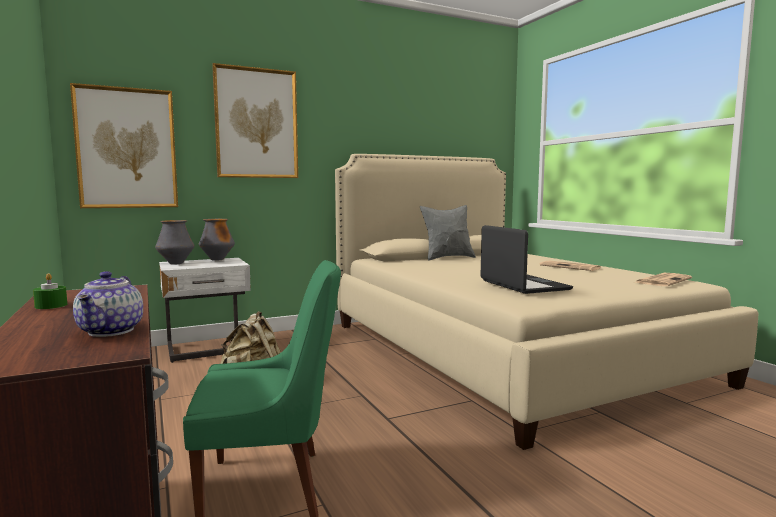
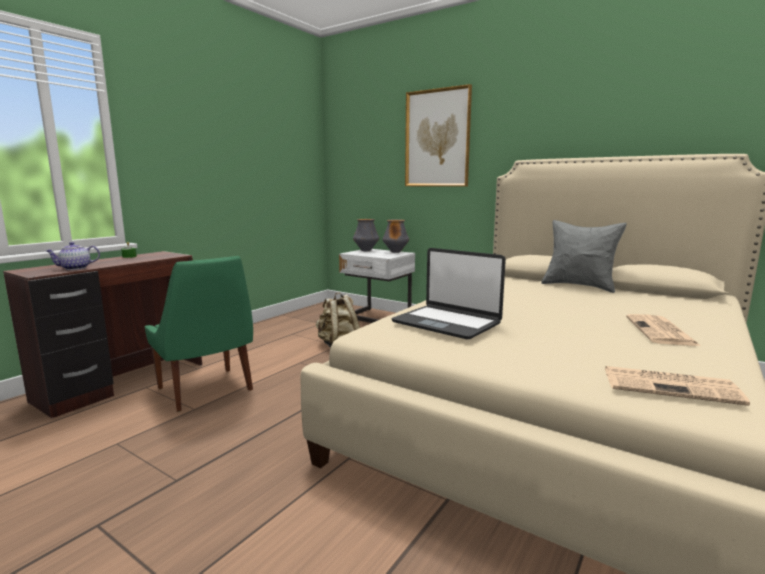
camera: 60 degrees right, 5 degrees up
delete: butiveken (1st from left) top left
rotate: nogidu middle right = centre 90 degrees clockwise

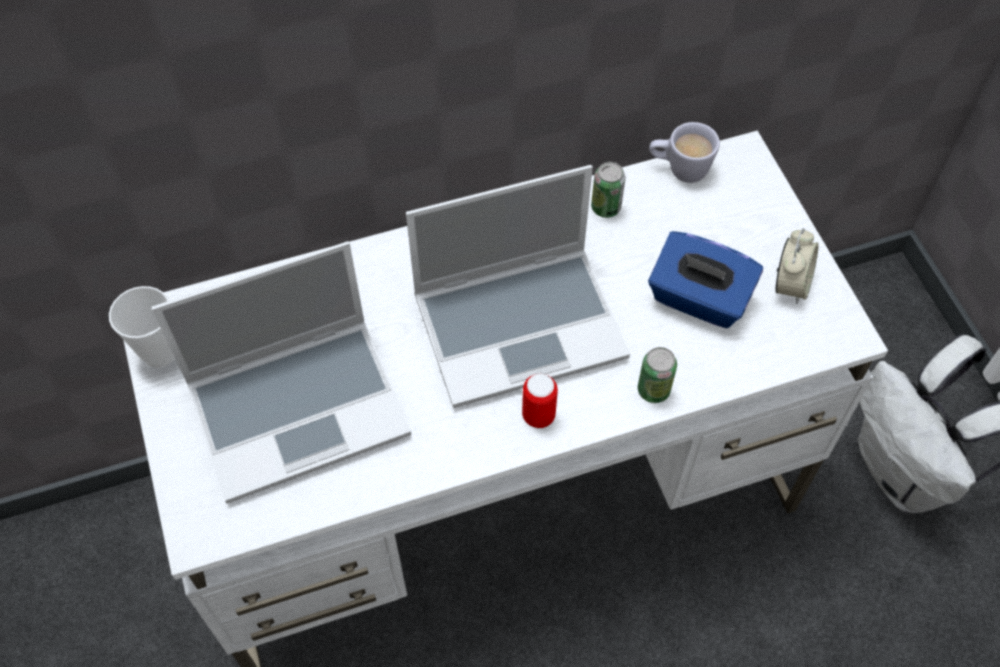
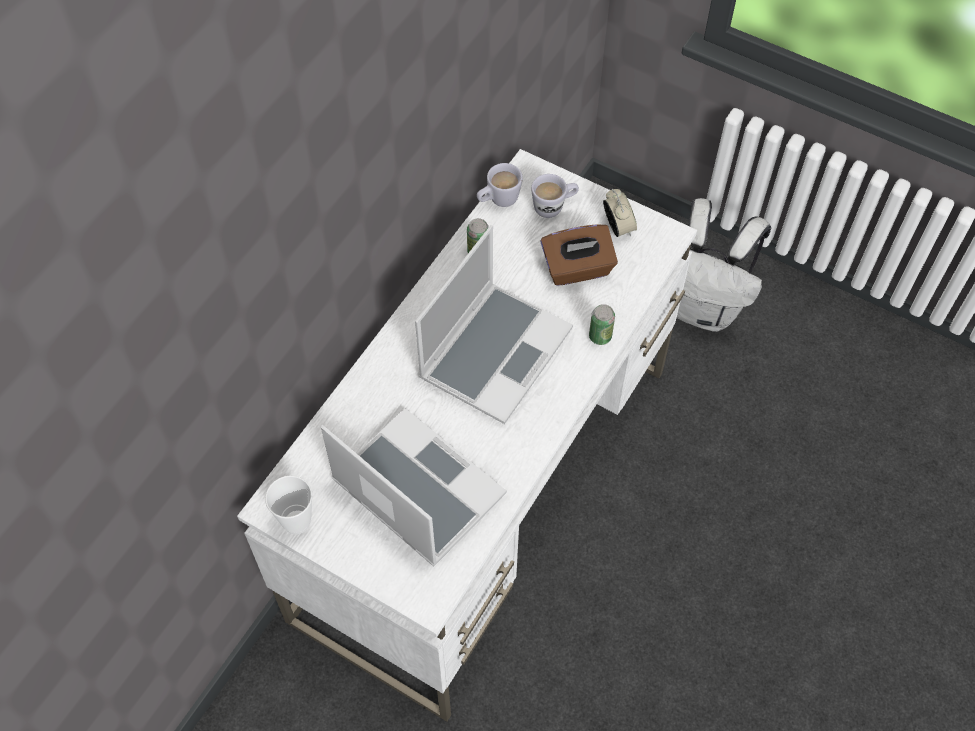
camera: 40 degrees left, 0 degrees up
delete: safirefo (1st from left) centre
insert: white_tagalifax (2nd from left) top centre
recolor: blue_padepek middle right to brown_padepek centre
rotate: nogidu (1st from left) middle left = centre 75 degrees counterclockwise

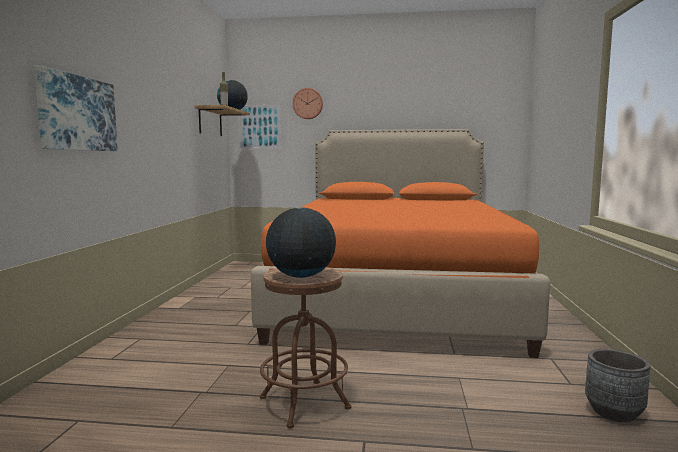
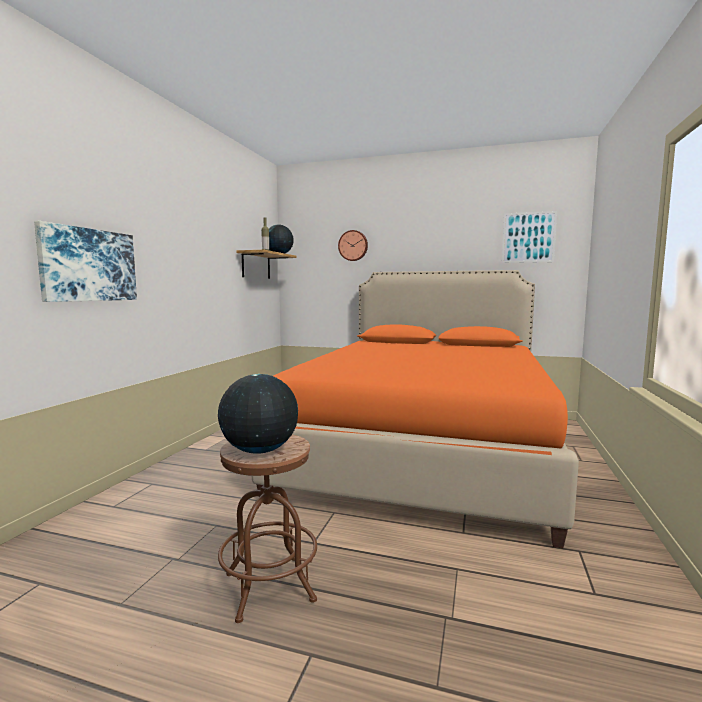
camera: 10 degrees right, 0 degrees up
delete: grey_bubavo bottom right
move: butiveken (2nd from left) top centre to middle right

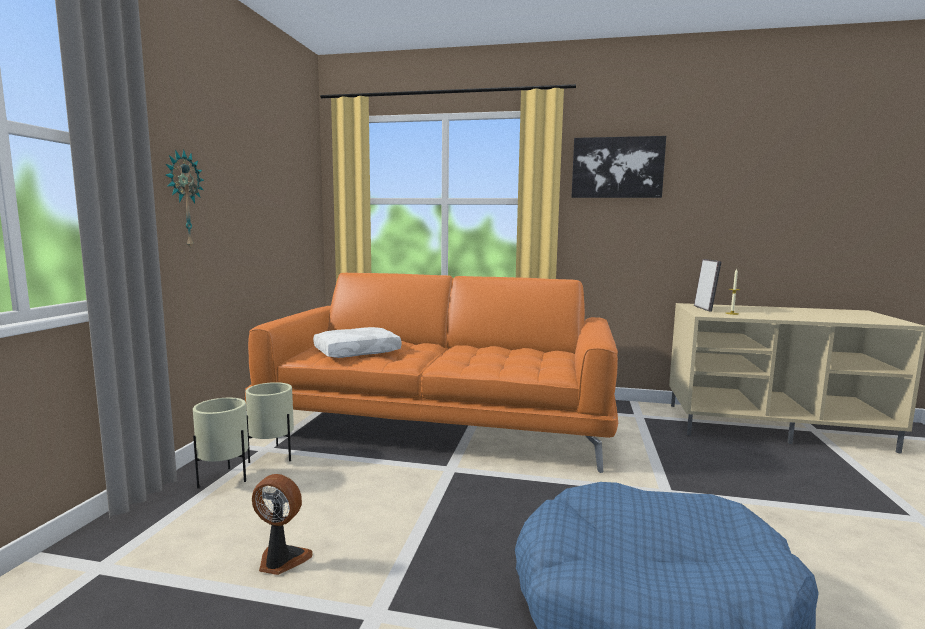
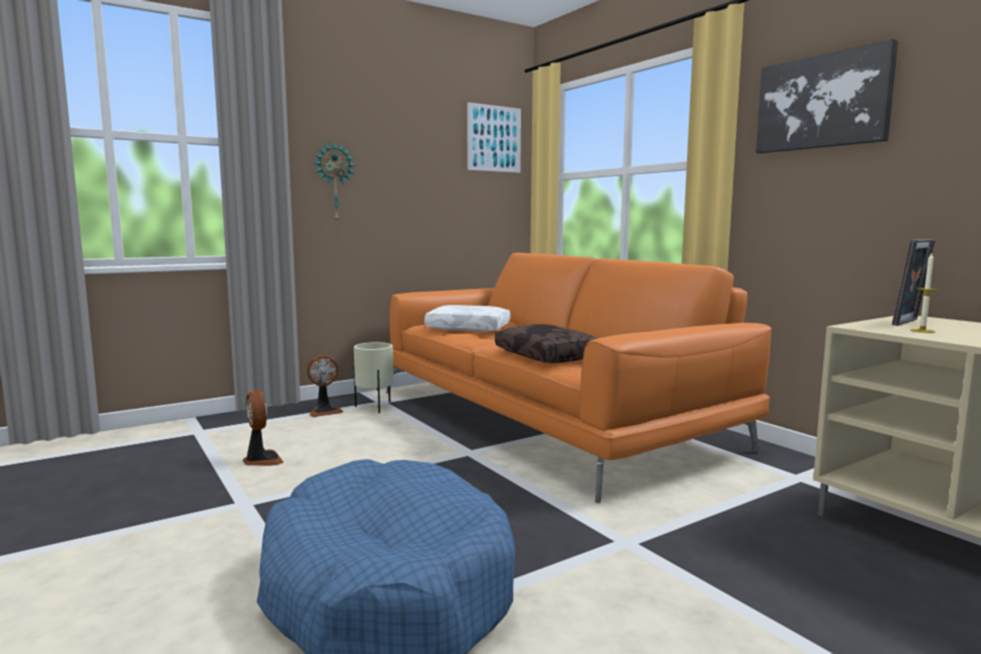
camera: 45 degrees right, 0 degrees up
insert: butiveken (1st from left) top centre; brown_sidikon centre
replace: beige_bubavo (1st from left) bottom left to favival (2nd from left) middle left

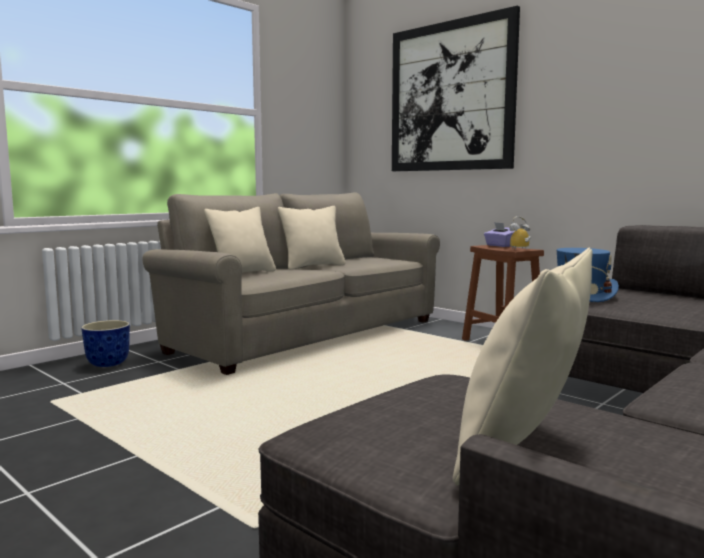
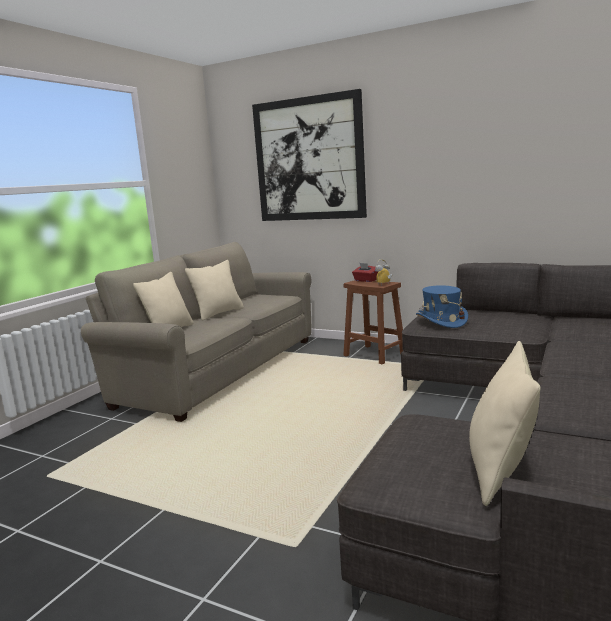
camera: 15 degrees left, 5 degrees up
delete: bubavo middle left
recolor: purple_padepek middle right to red_padepek centre

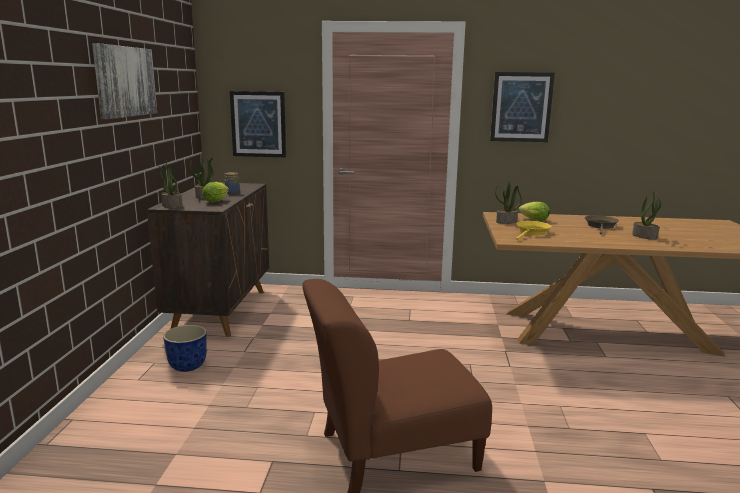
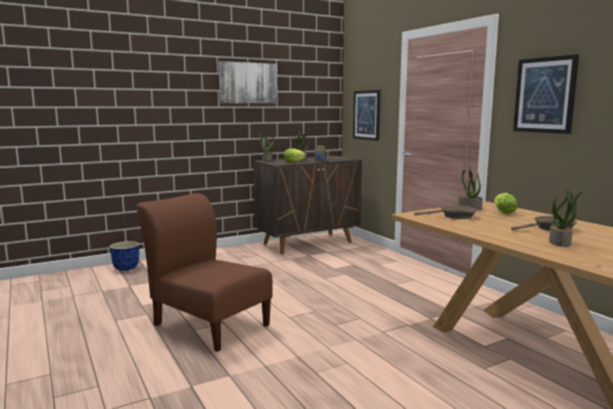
camera: 55 degrees right, 5 degrees down
move: bubavo bottom left to middle left
recolor: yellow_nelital middle right to brown_nelital (1st from left) middle right

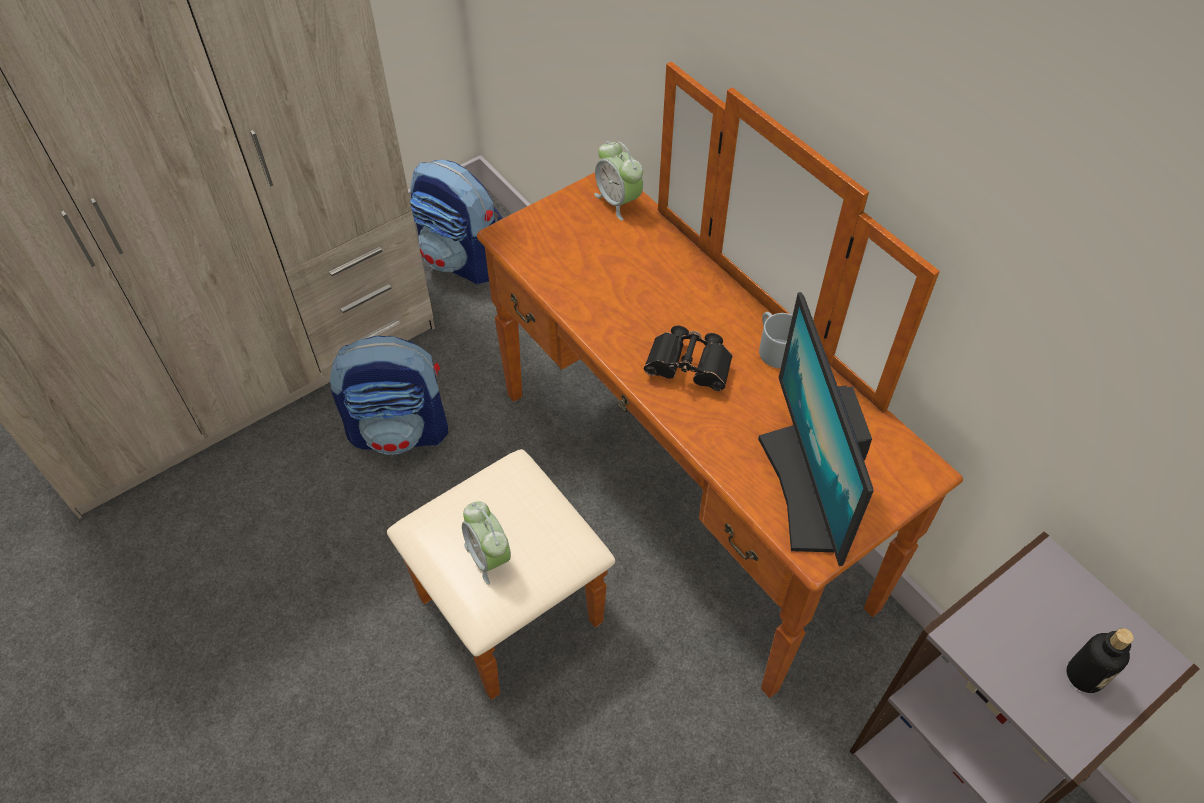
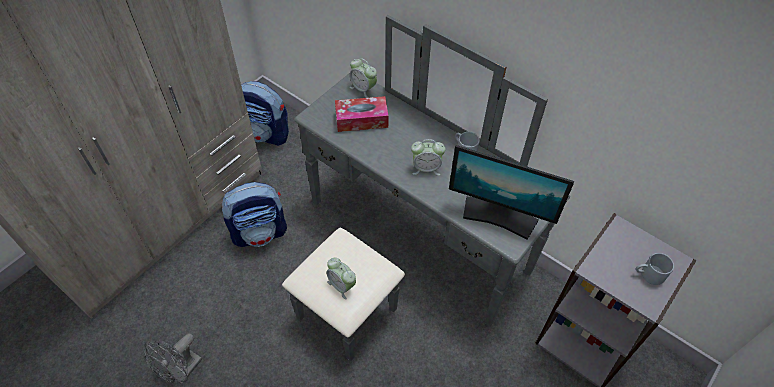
camera: 15 degrees left, 0 degrees up
insert: padepek top centre; grey_favival bottom left
replace: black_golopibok centre to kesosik (3rd from left) centre; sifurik bottom right to grey_tagalifax (2nd from left) bottom right
recolor: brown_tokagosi centre to grey_tokagosi centre
rotate: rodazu middle right = centre 45 degrees counterclockwise

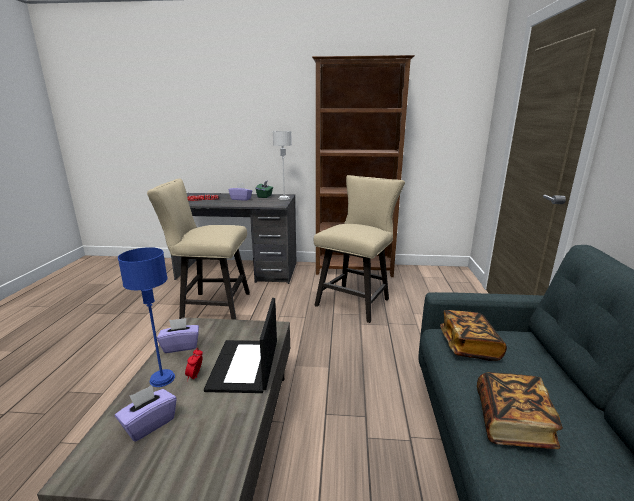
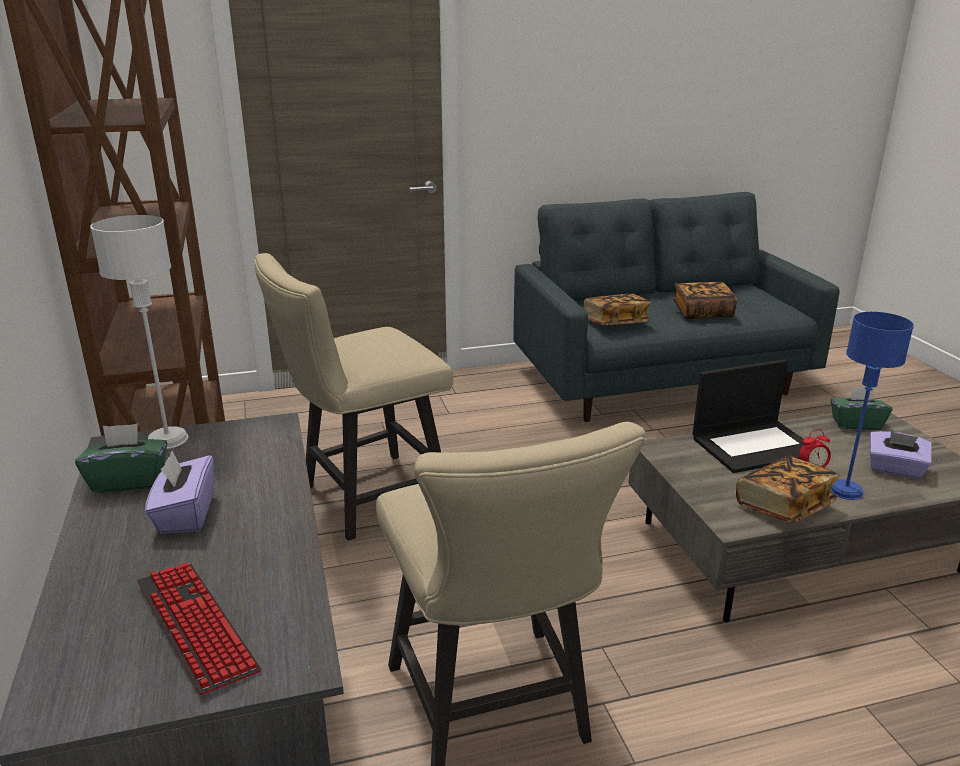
camera: 110 degrees left, 5 degrees up
insert: green_padepek (2nd from left) middle right
replace: purple_padepek (2nd from left) bottom left to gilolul (3rd from left) middle right
rotate: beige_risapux (2nd from left in the first image) centre = centre 45 degrees counterclockwise

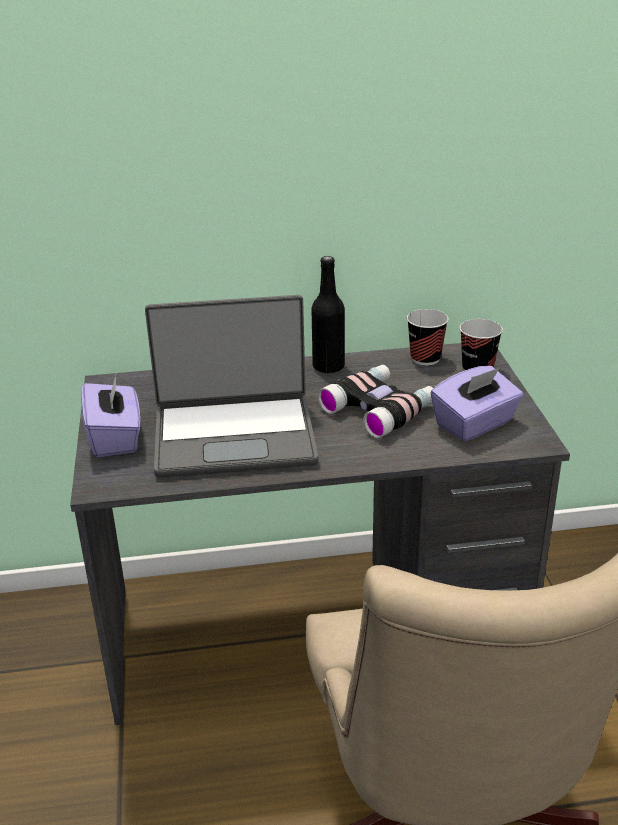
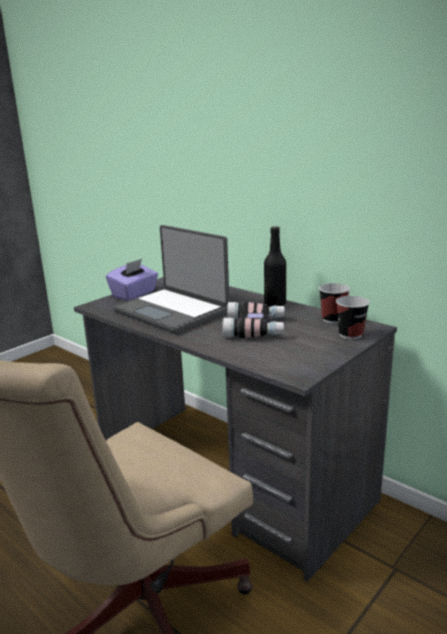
camera: 50 degrees right, 10 degrees down
delete: purple_padepek (2nd from left) middle right

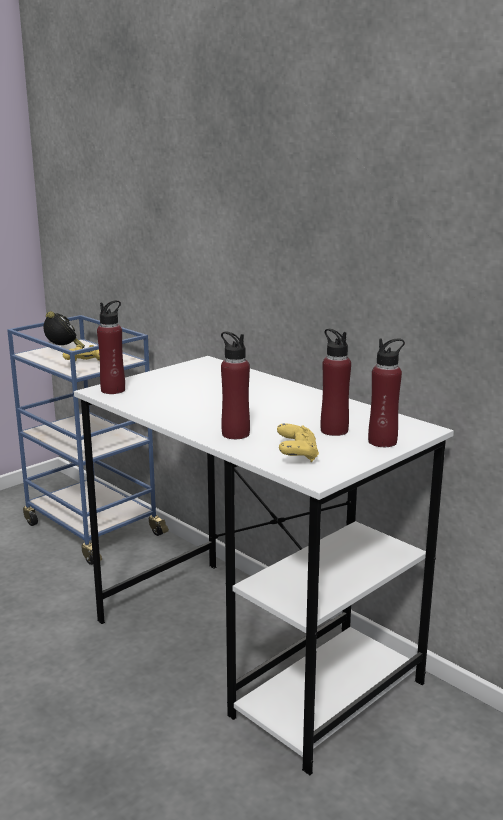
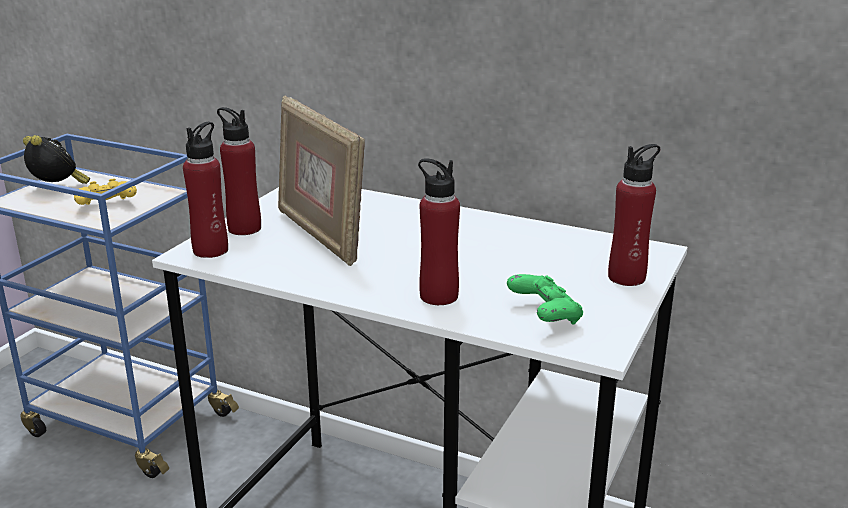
camera: 20 degrees left, 5 degrees up
insert: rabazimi centre
move: red_sifurik (3rd from left in the first image) centre to red_sifurik (2nd from left) middle left
recolor: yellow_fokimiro (2nd from left) centre to green_fokimiro centre

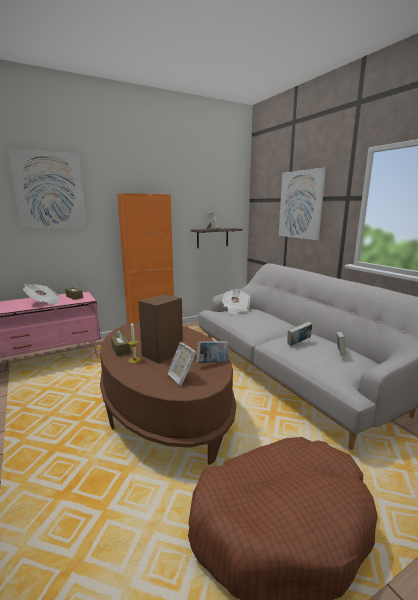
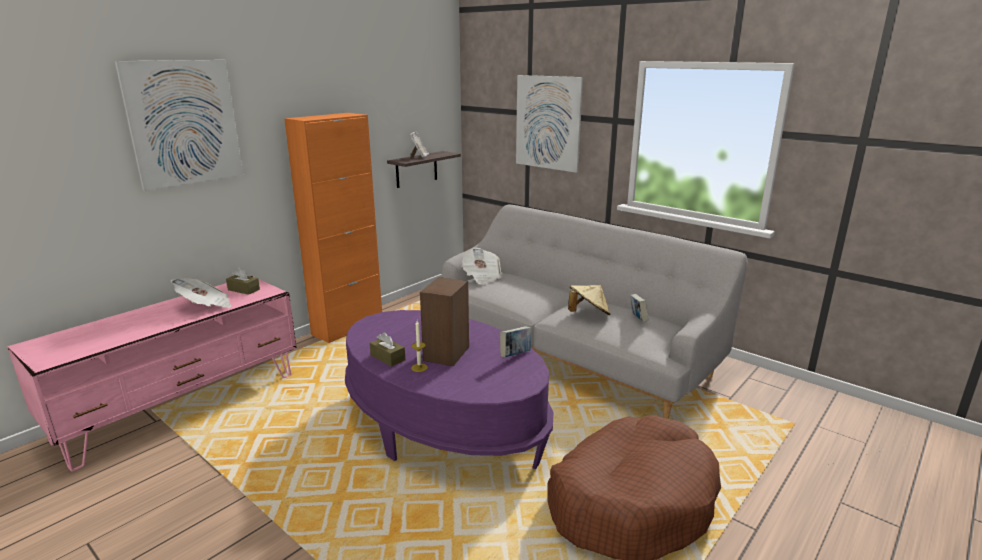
camera: 20 degrees left, 5 degrees up
delete: rabazimi (1st from left) centre
replace: gilolul (2nd from left) middle right to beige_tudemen centre
recolor: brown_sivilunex centre to purple_sivilunex bottom centre

